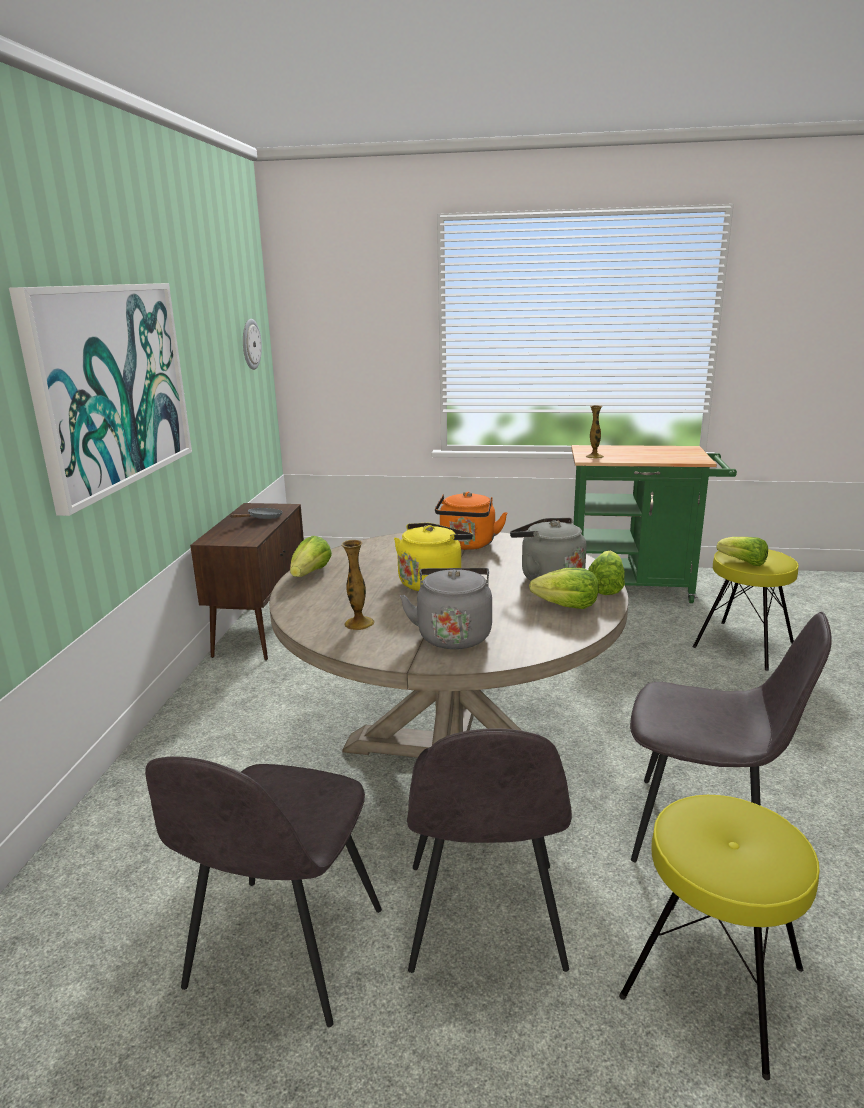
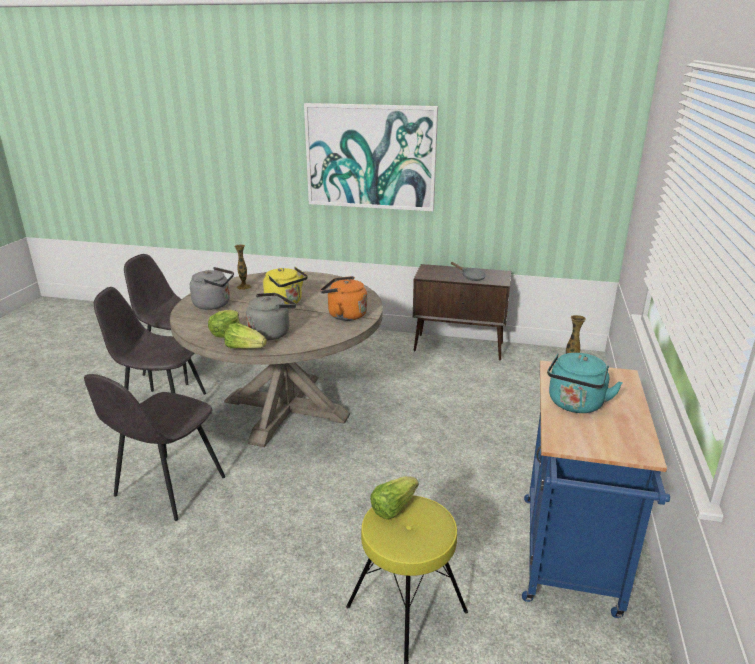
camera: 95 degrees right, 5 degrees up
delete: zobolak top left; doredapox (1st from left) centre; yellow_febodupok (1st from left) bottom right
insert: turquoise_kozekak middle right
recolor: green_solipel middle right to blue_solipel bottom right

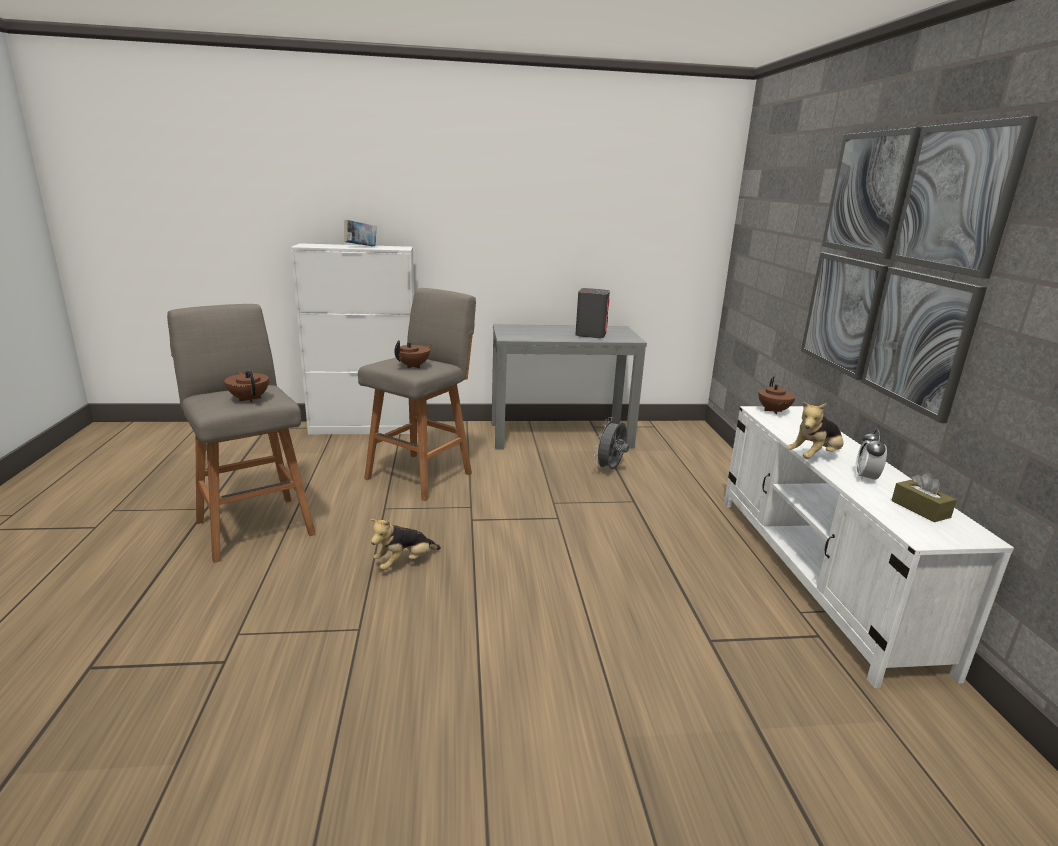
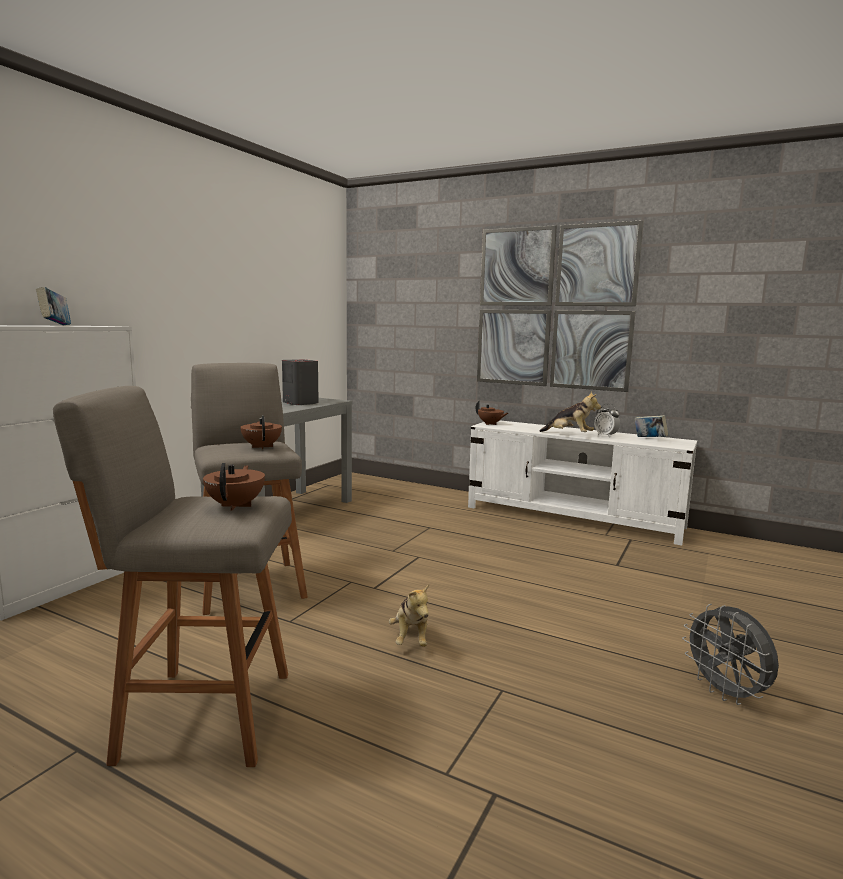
camera: 55 degrees left, 10 degrees down
move: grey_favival centre to bottom right
replace: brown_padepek middle right to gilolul (2nd from left) middle right
rotate: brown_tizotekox (1st from left) middle left = middle left 90 degrees clockwise; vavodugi (2nd from left) middle right = middle right 60 degrees counterclockwise

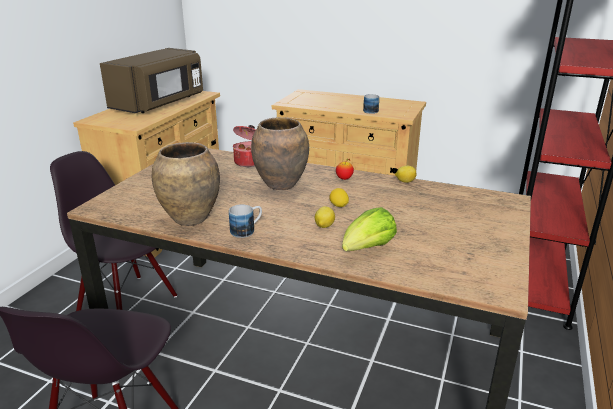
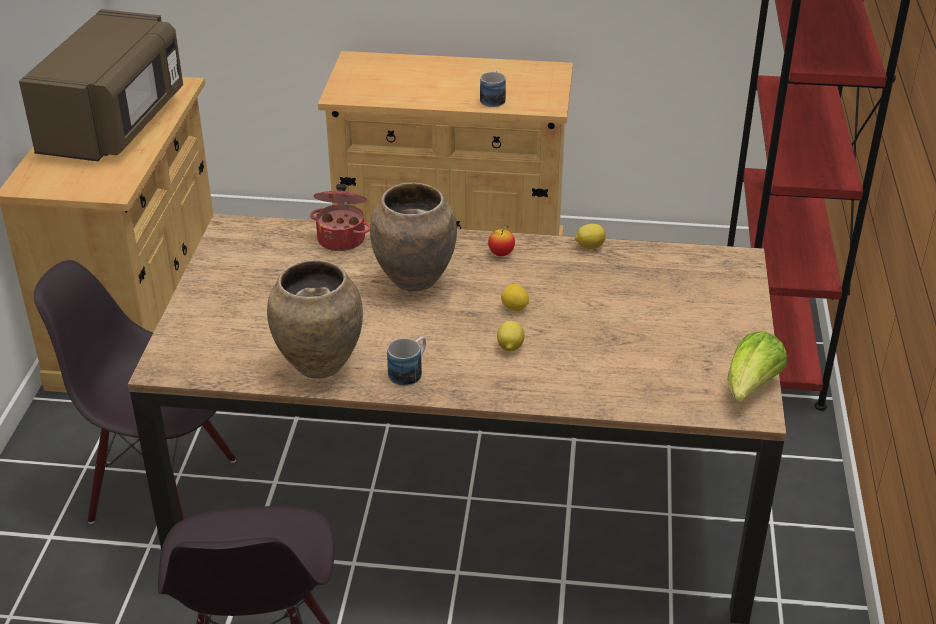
camera: 15 degrees left, 10 degrees up
move: doredapox centre to middle right

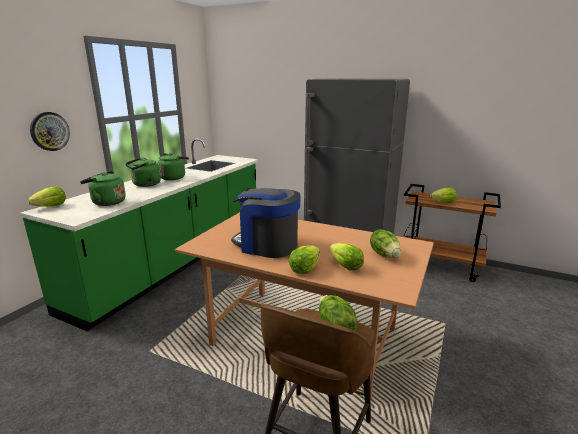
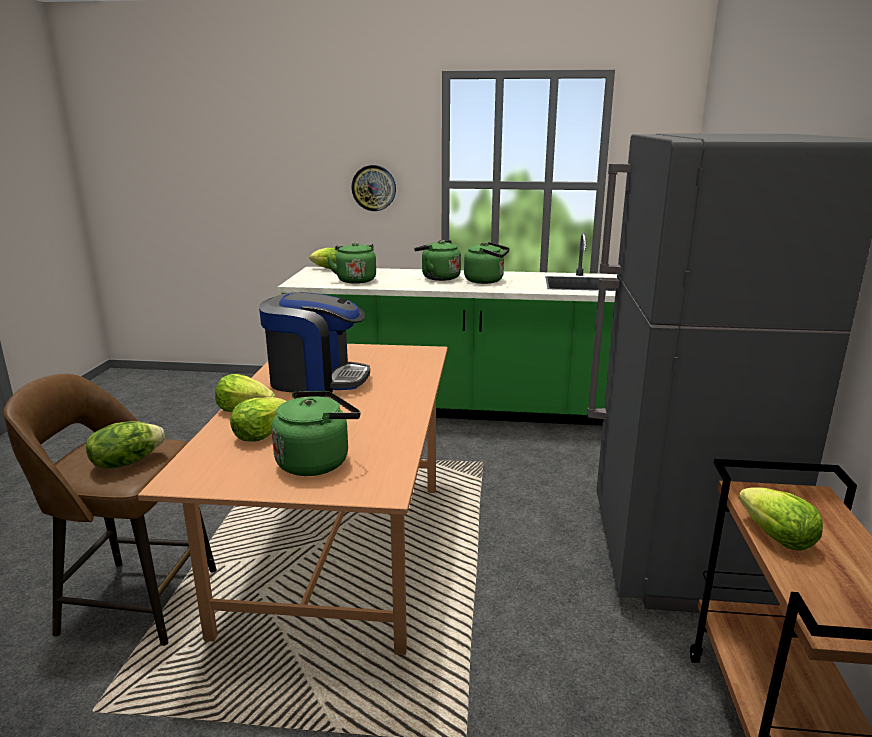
camera: 70 degrees right, 0 degrees up
replace: doredapox (5th from left) centre to green_kozekak (1st from left) centre
rotate: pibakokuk centre = centre 90 degrees clockwise

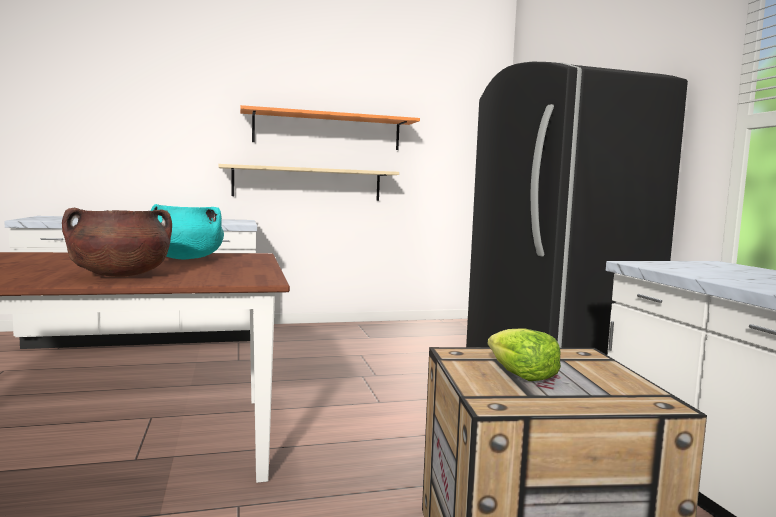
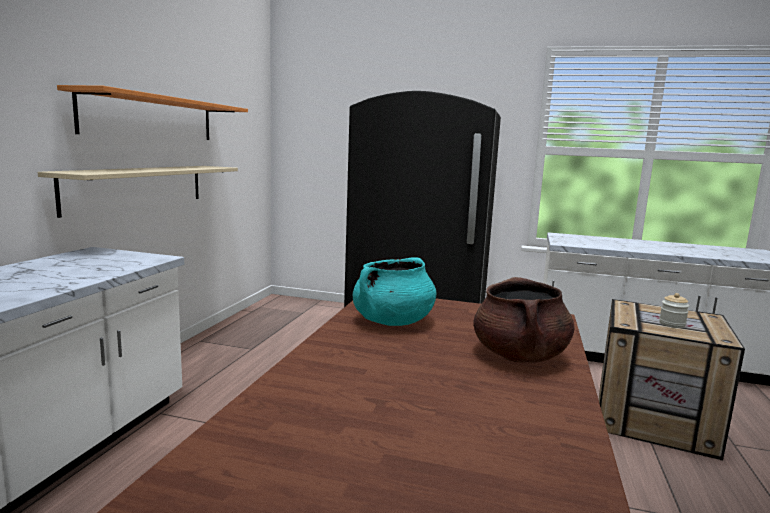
camera: 60 degrees left, 5 degrees up
replace: doredapox bottom right to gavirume middle right

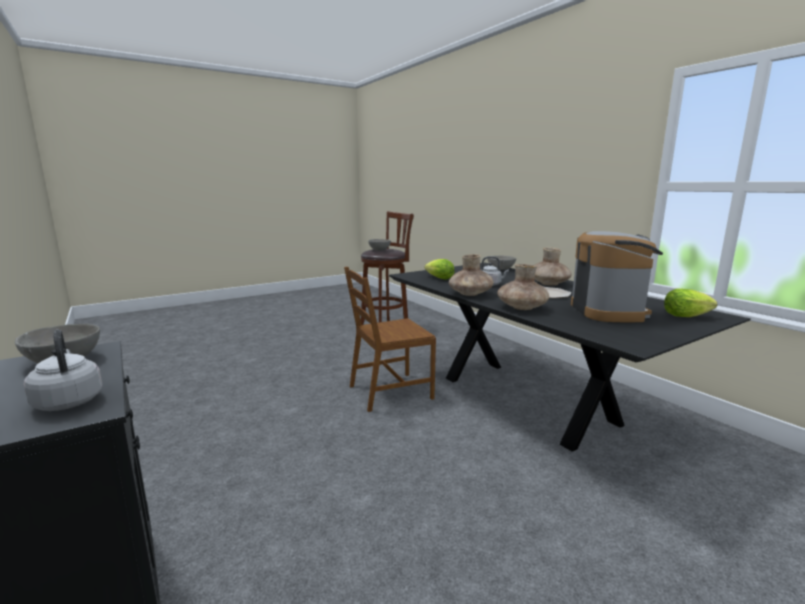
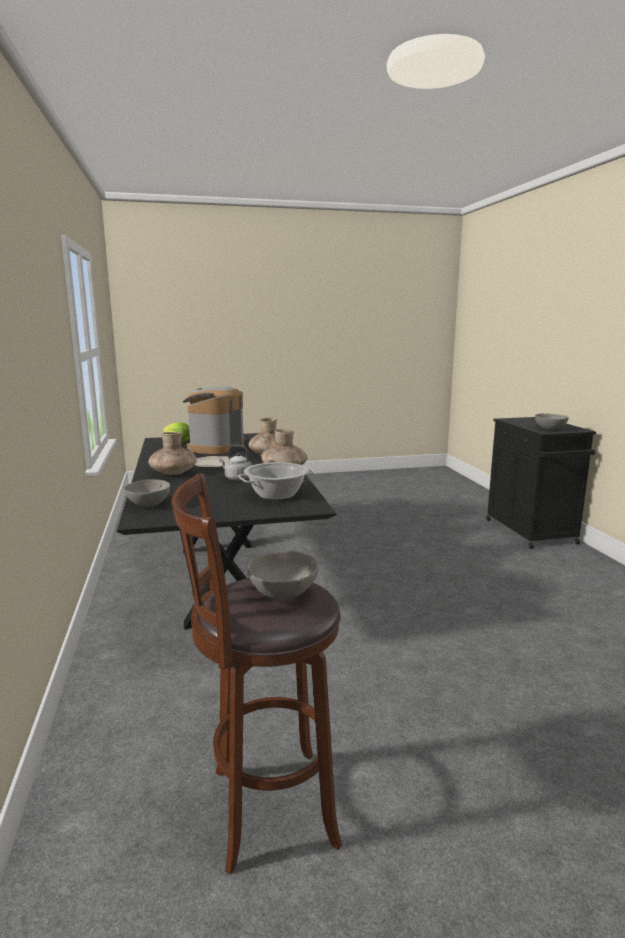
camera: 160 degrees left, 0 degrees up
delete: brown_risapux centre; grey_kozekak (1st from left) middle left
replace: doredapox (1st from left) centre to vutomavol centre

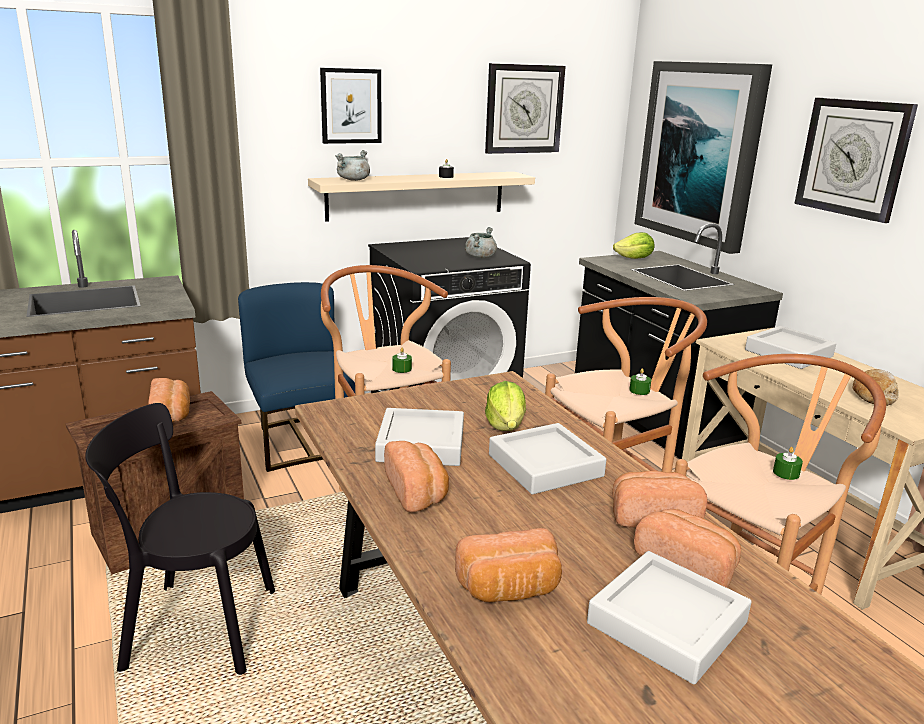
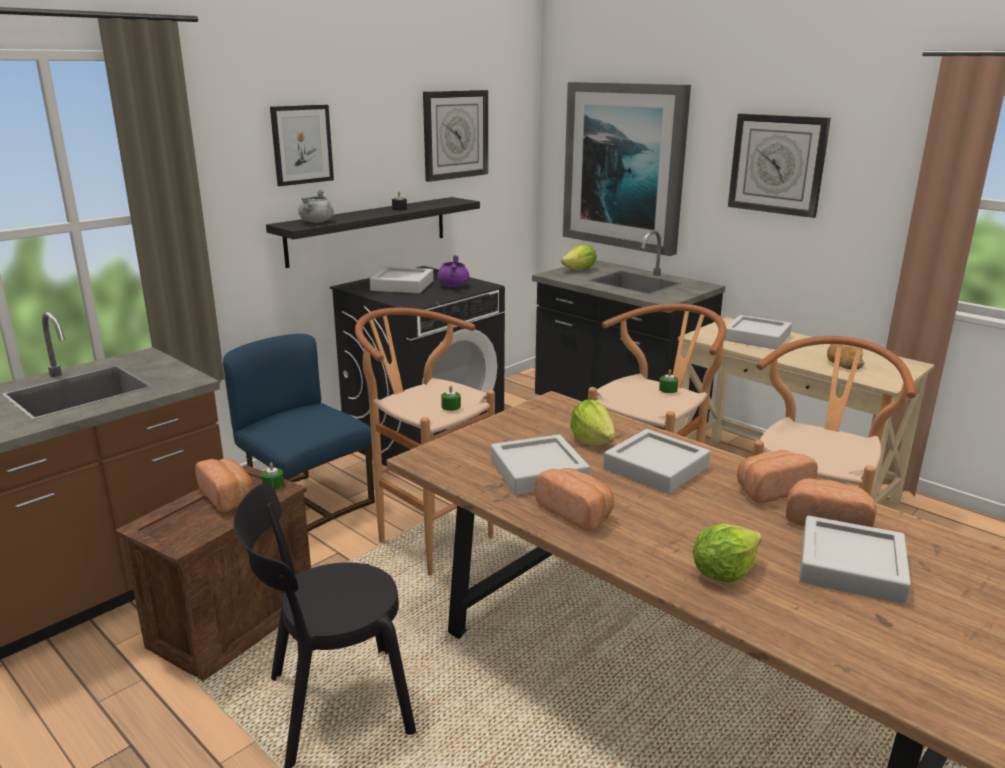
camera: 20 degrees left, 0 degrees up
insert: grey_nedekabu (1st from left) centre
move: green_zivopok (3rd from left in the first image) middle right to green_zivopok (1st from left) middle left
replace: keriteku (3rd from left) bottom centre to doredapox (3rd from left) bottom right
recolor: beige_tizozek top centre to black_tizozek top centre; grey_vutomavol (2nd from left) centre to purple_vutomavol centre

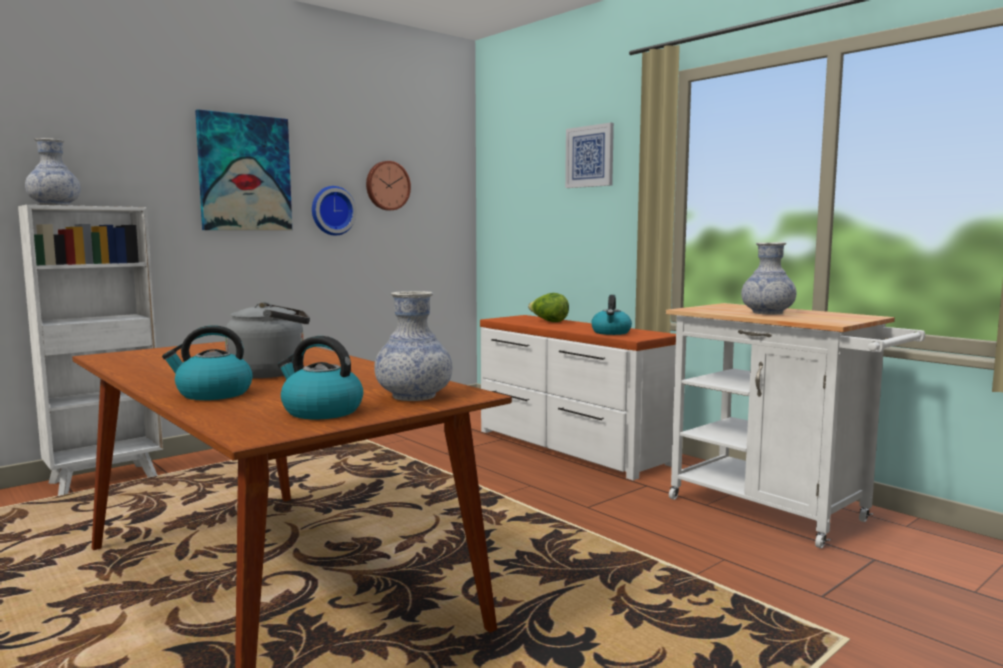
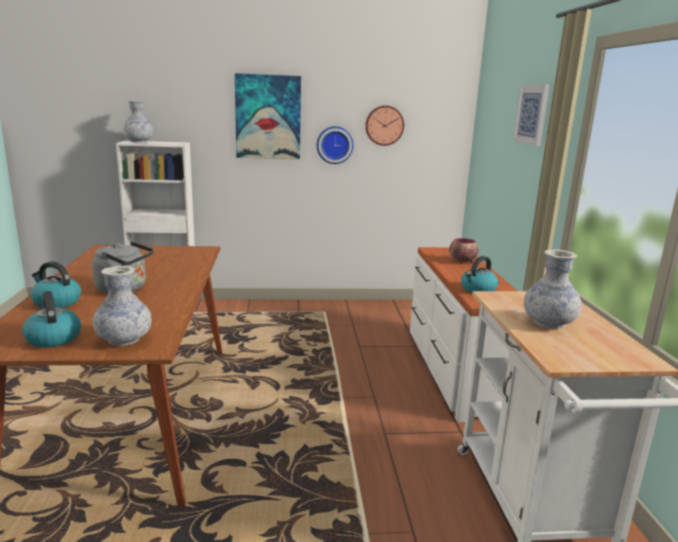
camera: 35 degrees right, 10 degrees up
replace: doredapox centre to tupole middle right

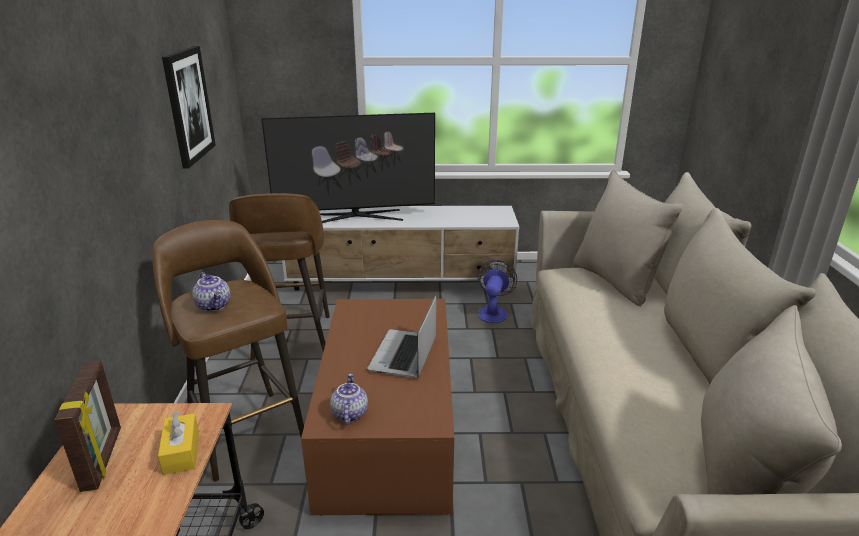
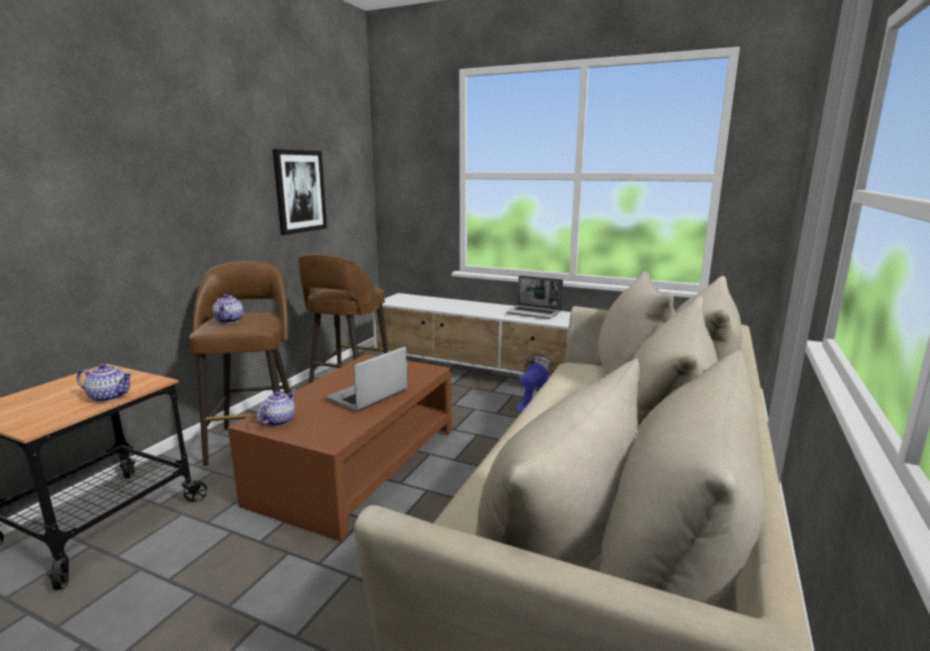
camera: 25 degrees right, 10 degrees down
delete: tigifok top centre; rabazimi bottom left
insert: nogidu (2nd from left) centre
replace: yellow_padepek bottom left to tizotekox (1st from left) middle left

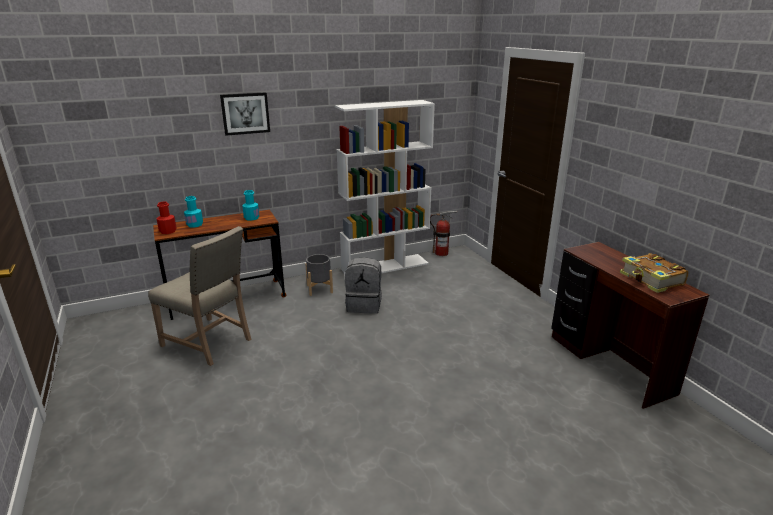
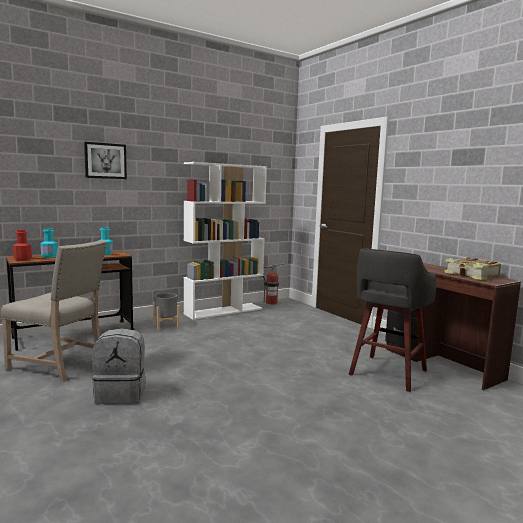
camera: 10 degrees left, 15 degrees down
insert: grey_febodupok middle right
move: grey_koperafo centre to bottom left

